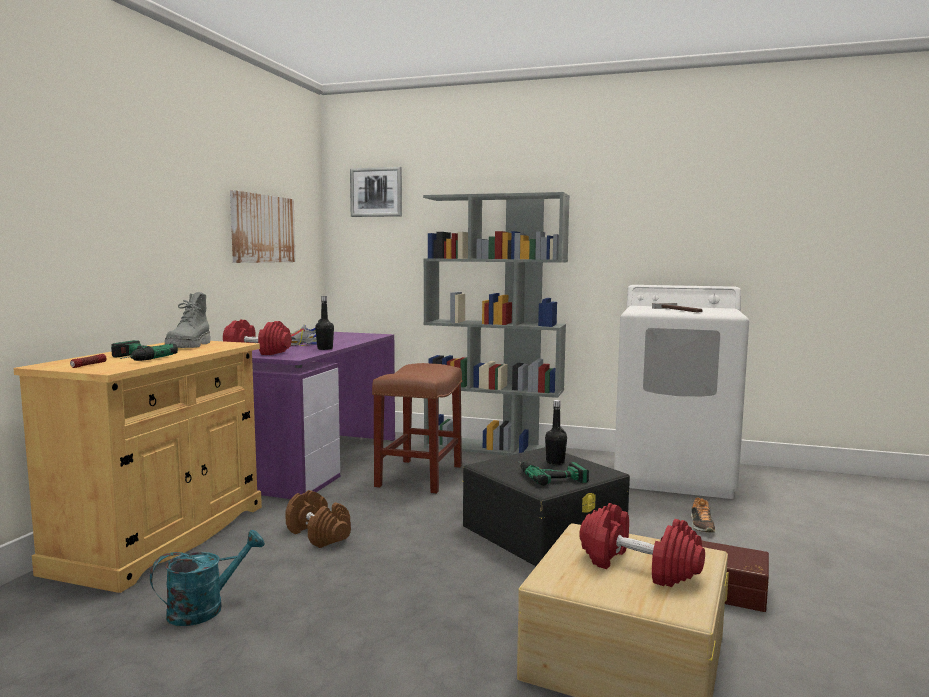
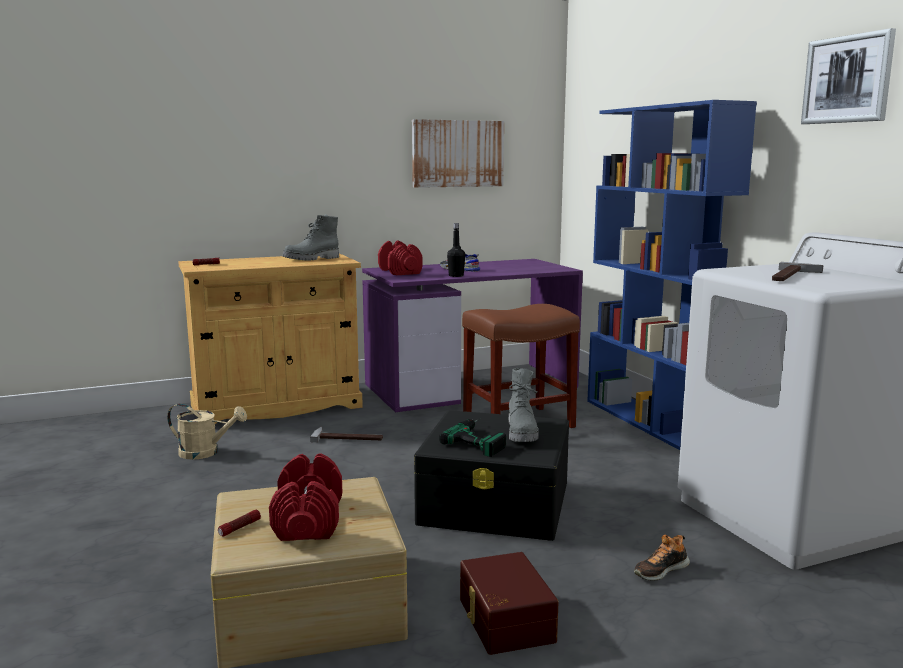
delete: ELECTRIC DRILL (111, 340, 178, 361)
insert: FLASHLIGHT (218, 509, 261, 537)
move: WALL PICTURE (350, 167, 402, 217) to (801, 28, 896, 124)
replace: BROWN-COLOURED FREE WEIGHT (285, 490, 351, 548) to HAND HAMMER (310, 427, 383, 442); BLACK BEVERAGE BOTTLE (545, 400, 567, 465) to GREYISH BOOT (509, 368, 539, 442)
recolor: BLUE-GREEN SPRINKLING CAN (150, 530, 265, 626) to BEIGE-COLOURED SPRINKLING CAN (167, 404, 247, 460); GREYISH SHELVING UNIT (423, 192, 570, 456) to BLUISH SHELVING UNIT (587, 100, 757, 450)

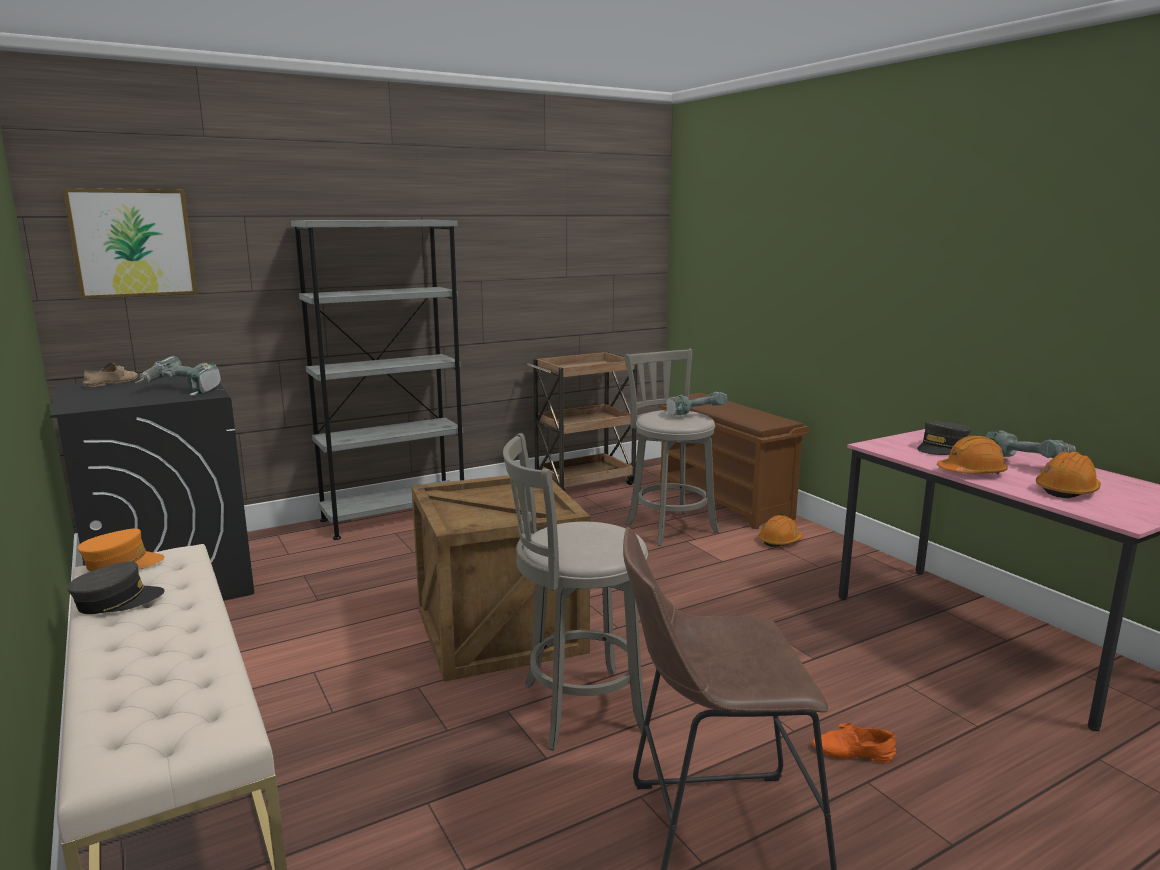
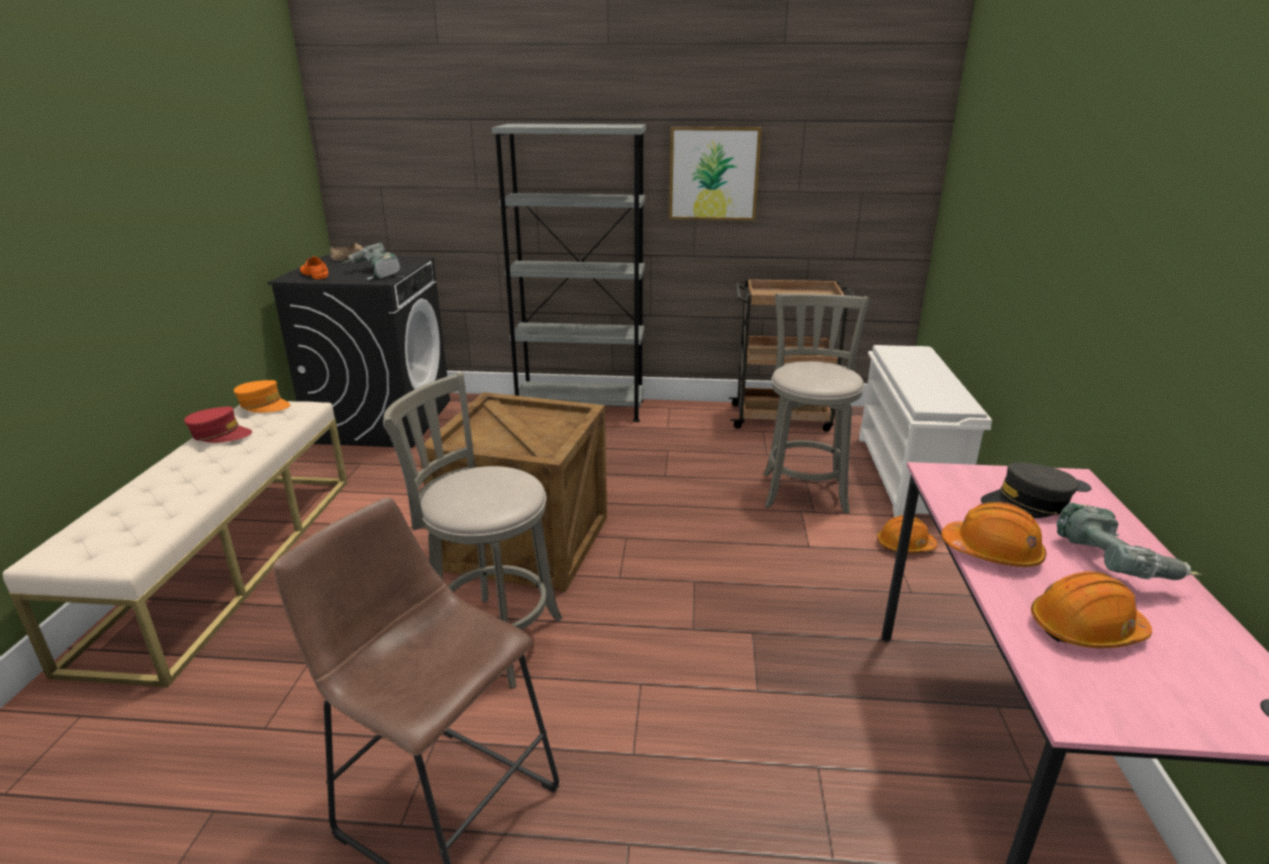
delete: ELECTRIC DRILL (665, 392, 728, 415)
move: WALL PICTURE (63, 188, 197, 299) to (669, 127, 762, 221); ORANGE-COLOURED LOW SHOE (812, 722, 896, 763) to (300, 256, 328, 279)
recolor: GREYISH BASEBALL CAP (67, 561, 165, 614) to REDDISH BASEBALL CAP (184, 407, 252, 443); BROWN-COLOURED SHOE STAND (658, 393, 809, 529) to WHITISH SHOE STAND (859, 345, 992, 517)

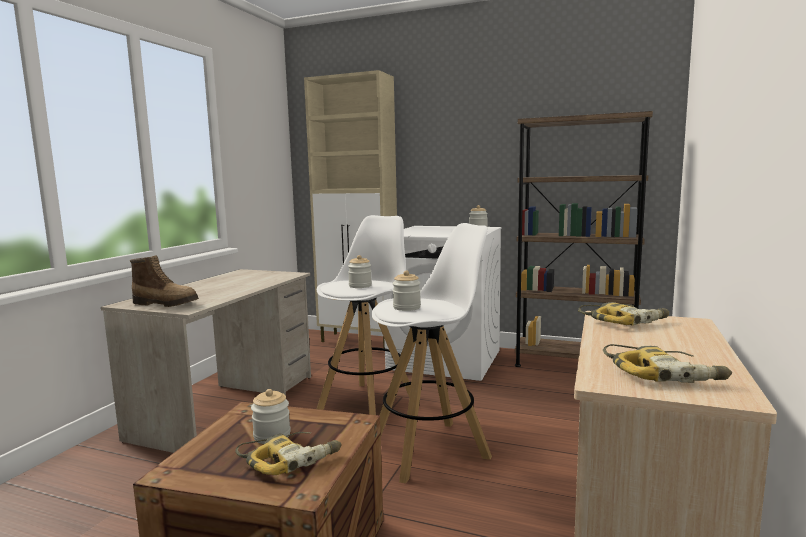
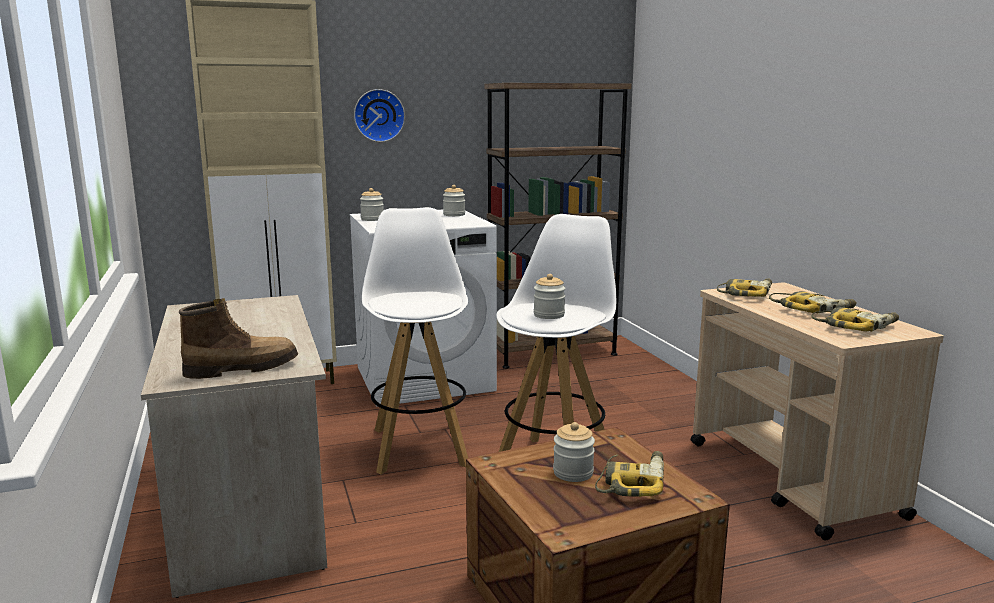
insert: WALL CLOCK (354, 89, 405, 142); ELECTRIC DRILL (769, 291, 856, 313)
move: PRESERVE JAR (348, 255, 372, 288) to (360, 188, 384, 221)

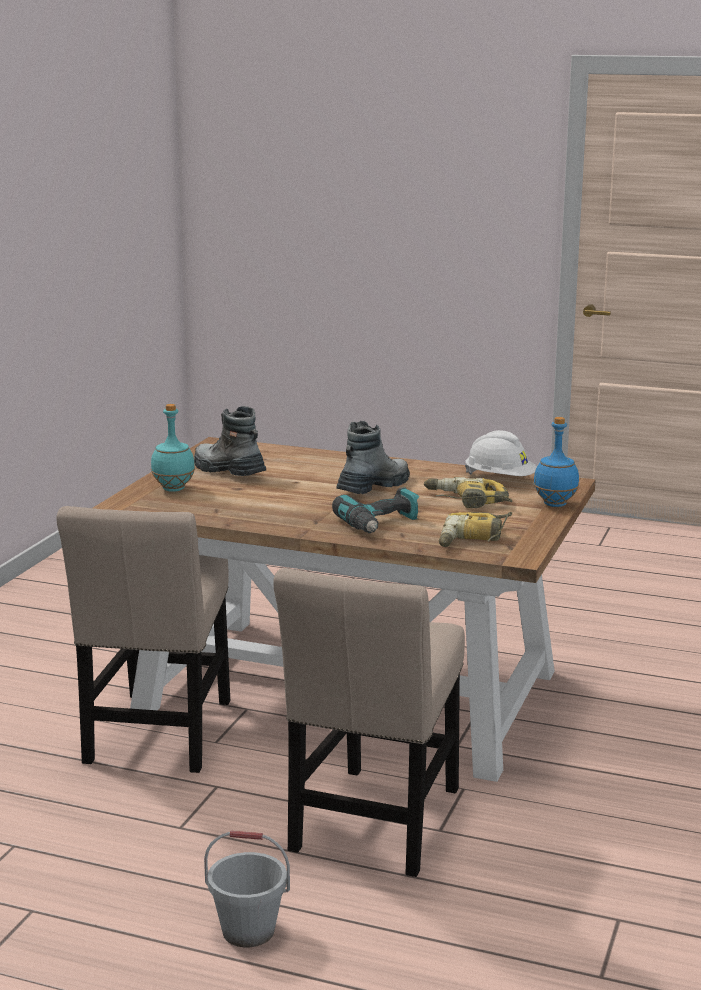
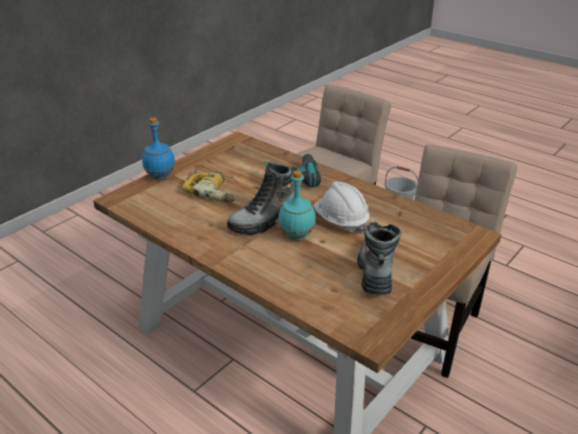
delete: ELECTRIC DRILL (439, 512, 512, 547)
move: BLUE-GREEN BEVERAGE BOTTLE (151, 404, 195, 492) to (278, 170, 316, 241); WHITISH WORK HELMET (465, 430, 537, 476) to (313, 182, 370, 234)
rotate: BOOT (194, 406, 266, 476) = (357, 222, 401, 295) 150 degrees counterclockwise

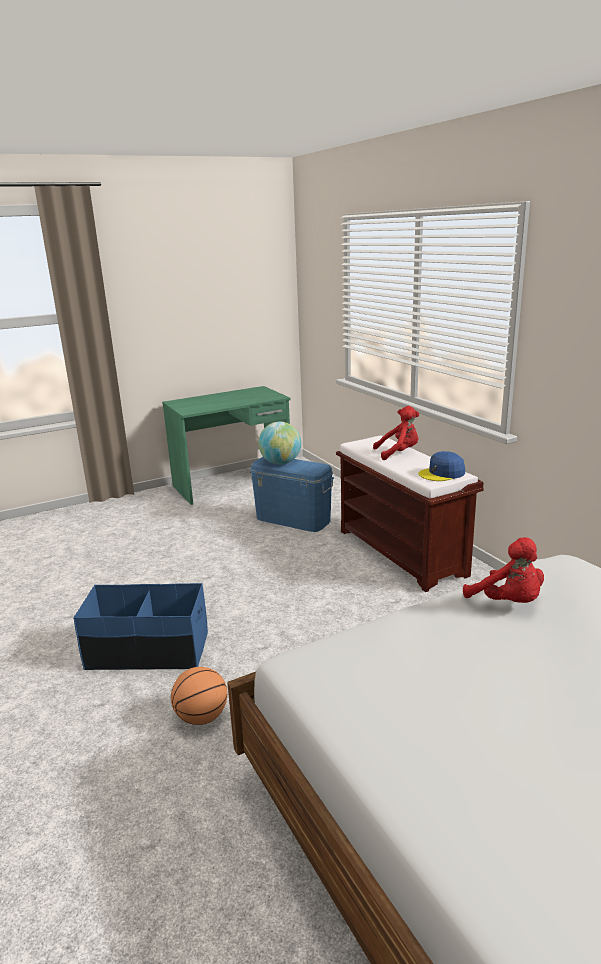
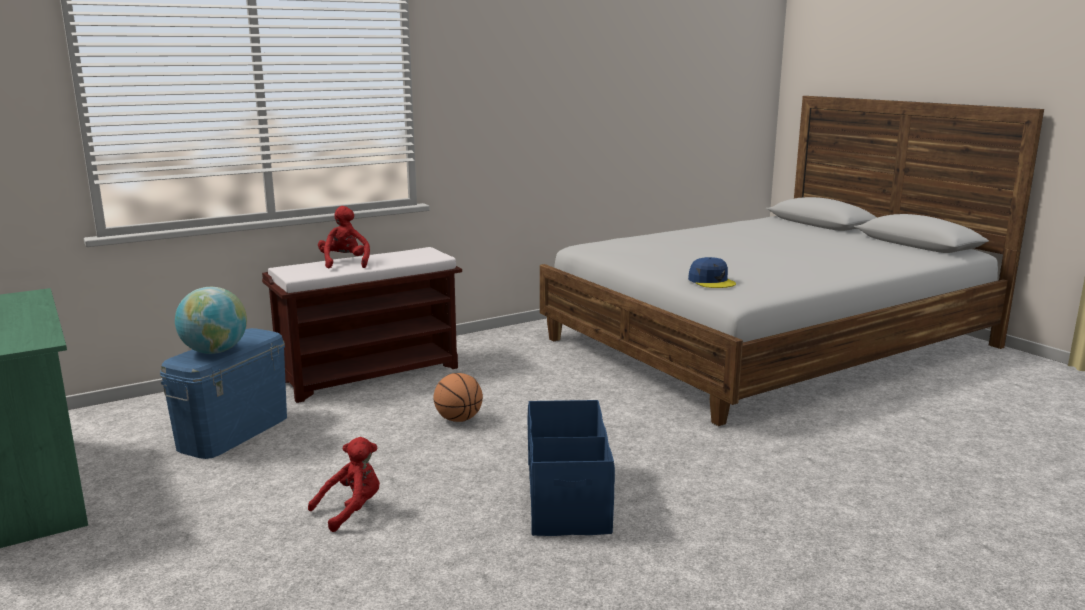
move: BALL FOR BASKETBALL (171, 667, 227, 725) to (433, 373, 483, 422); BLUISH BASEBALL CAP (419, 451, 465, 481) to (688, 257, 736, 288); REDDISH SOFT TOY (463, 537, 544, 603) to (308, 437, 379, 532)

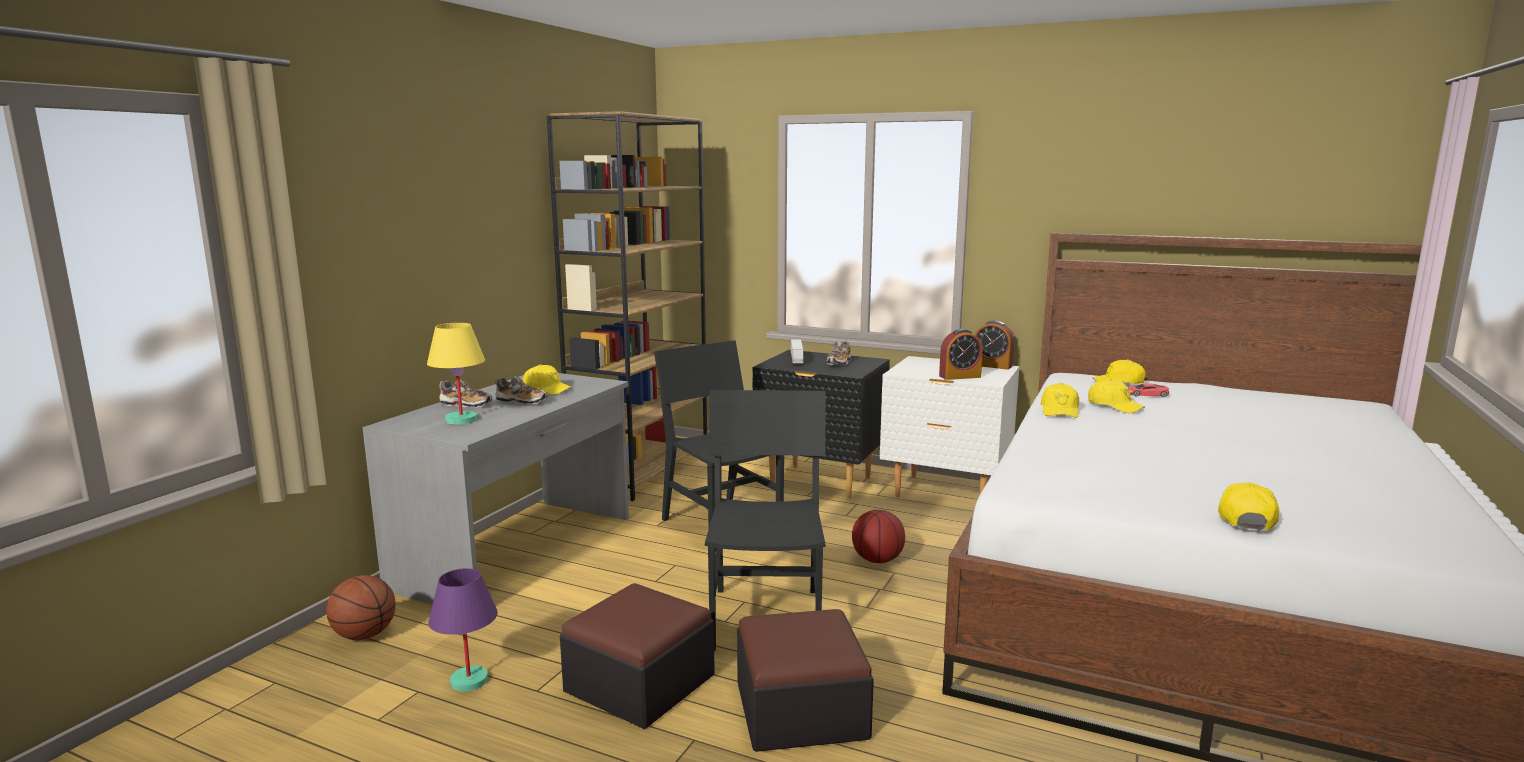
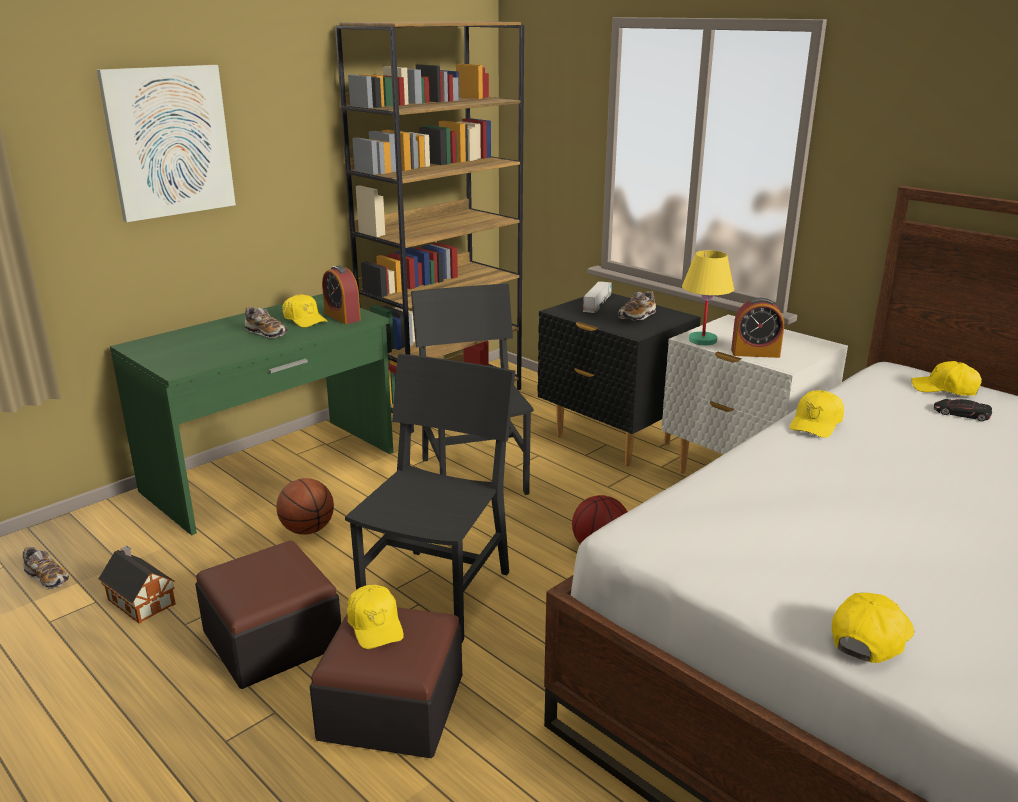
insert: WALL PICTURE (97, 65, 236, 222)
move: BALL FOR BASKETBALL (326, 575, 396, 640) to (276, 478, 334, 535); YELLOW TABLETOP LAMP (427, 323, 485, 425) to (682, 250, 734, 345); LOW SHOE (439, 379, 492, 408) to (23, 547, 69, 589); TABLE CLOCK (975, 320, 1014, 370) to (322, 265, 361, 324); YELLOW BASEBALL CAP (1088, 379, 1145, 413) to (347, 585, 404, 649)
replace: PURPLISH TABLETOP LAMP (429, 568, 498, 692) to TOY HOUSE (98, 546, 176, 624)
recolor: GREYISH DESK UNIT (362, 373, 629, 605) to GREENISH DESK UNIT (110, 294, 393, 535); REDDISH MODEL CAR (1128, 383, 1169, 397) to BLACK MODEL CAR (934, 399, 992, 422)

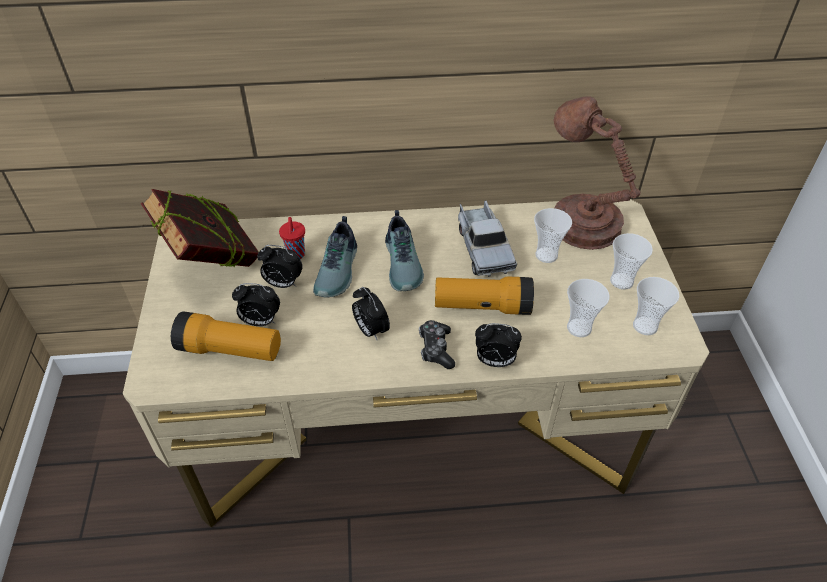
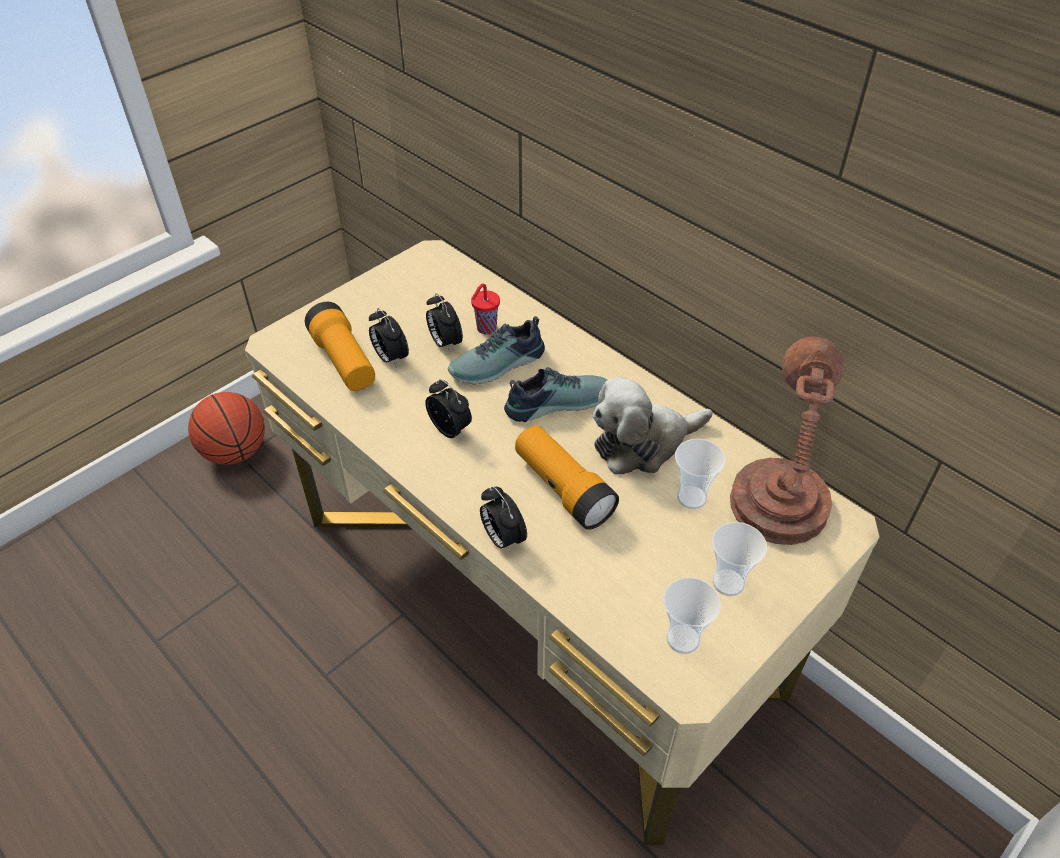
delete: BOOK (141, 189, 259, 268); JOYPAD (419, 320, 455, 369); DRINKING CUP (567, 279, 610, 337)
insert: BALL FOR BASKETBALL (188, 392, 265, 465)
replace: MODEL TRUCK (458, 200, 517, 277) to SOFT TOY (593, 376, 713, 474)
rotate: TABLE CLOCK (352, 287, 390, 340) = (425, 379, 472, 438) 120 degrees clockwise; LOW SHOE (385, 210, 424, 291) = (504, 367, 607, 422) 150 degrees counterclockwise

